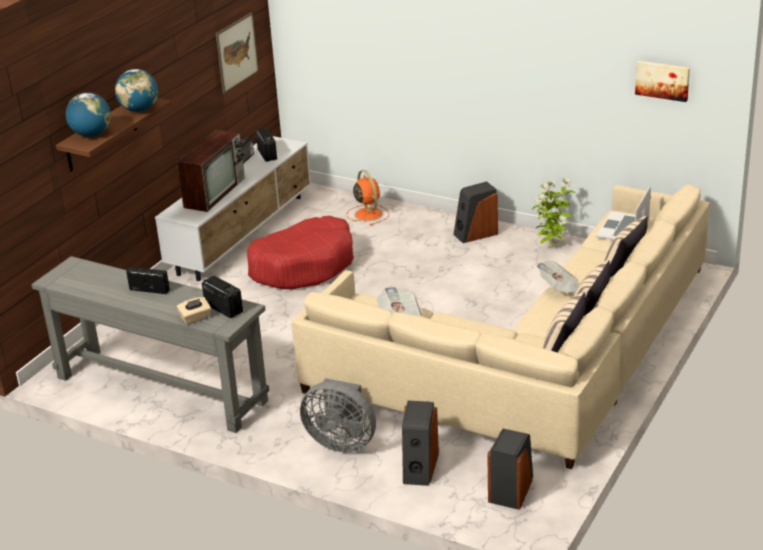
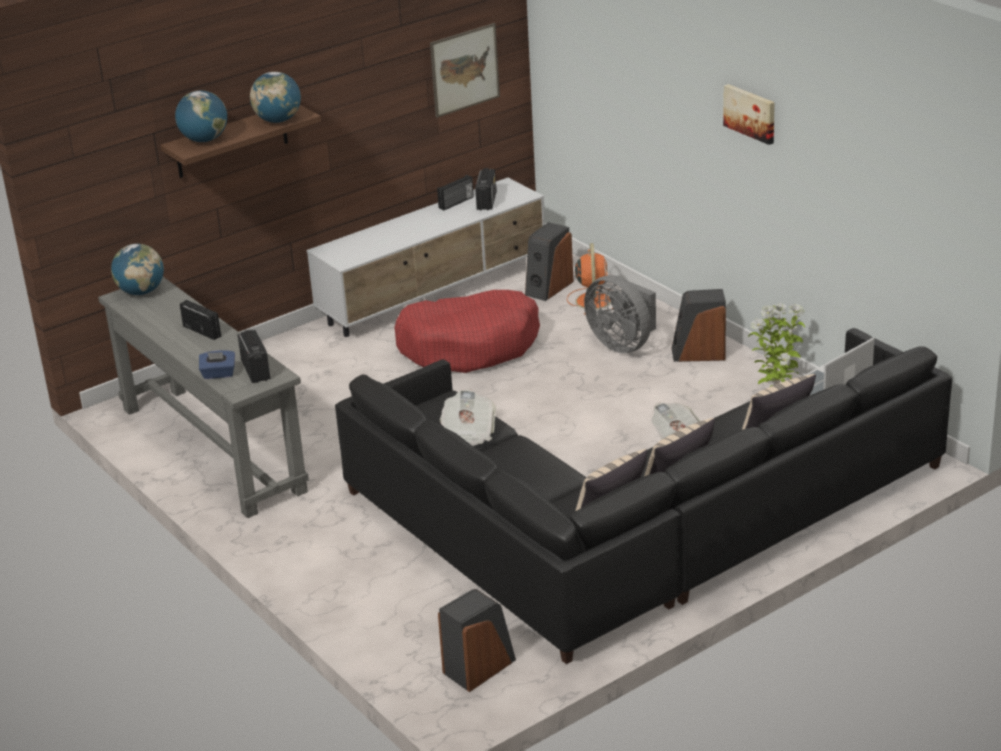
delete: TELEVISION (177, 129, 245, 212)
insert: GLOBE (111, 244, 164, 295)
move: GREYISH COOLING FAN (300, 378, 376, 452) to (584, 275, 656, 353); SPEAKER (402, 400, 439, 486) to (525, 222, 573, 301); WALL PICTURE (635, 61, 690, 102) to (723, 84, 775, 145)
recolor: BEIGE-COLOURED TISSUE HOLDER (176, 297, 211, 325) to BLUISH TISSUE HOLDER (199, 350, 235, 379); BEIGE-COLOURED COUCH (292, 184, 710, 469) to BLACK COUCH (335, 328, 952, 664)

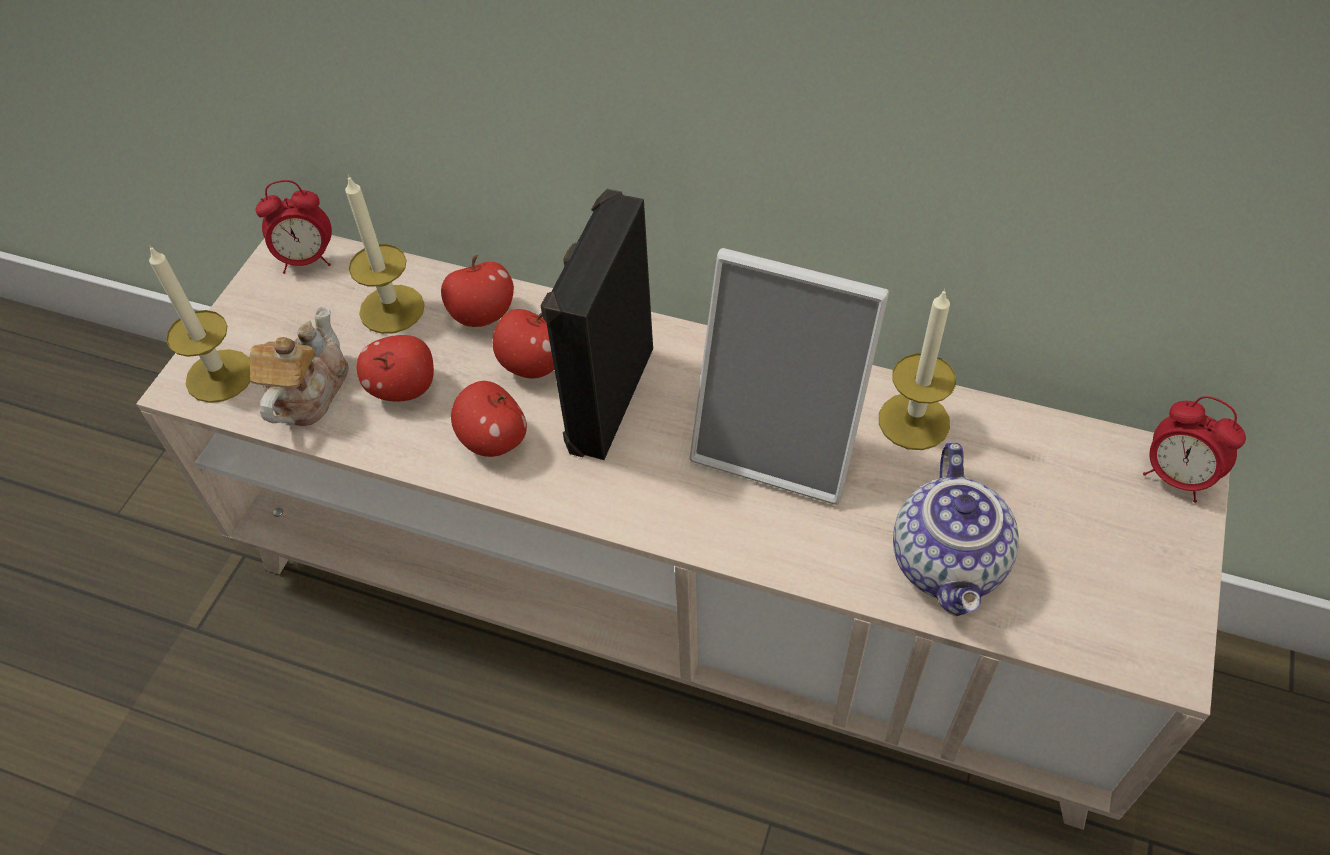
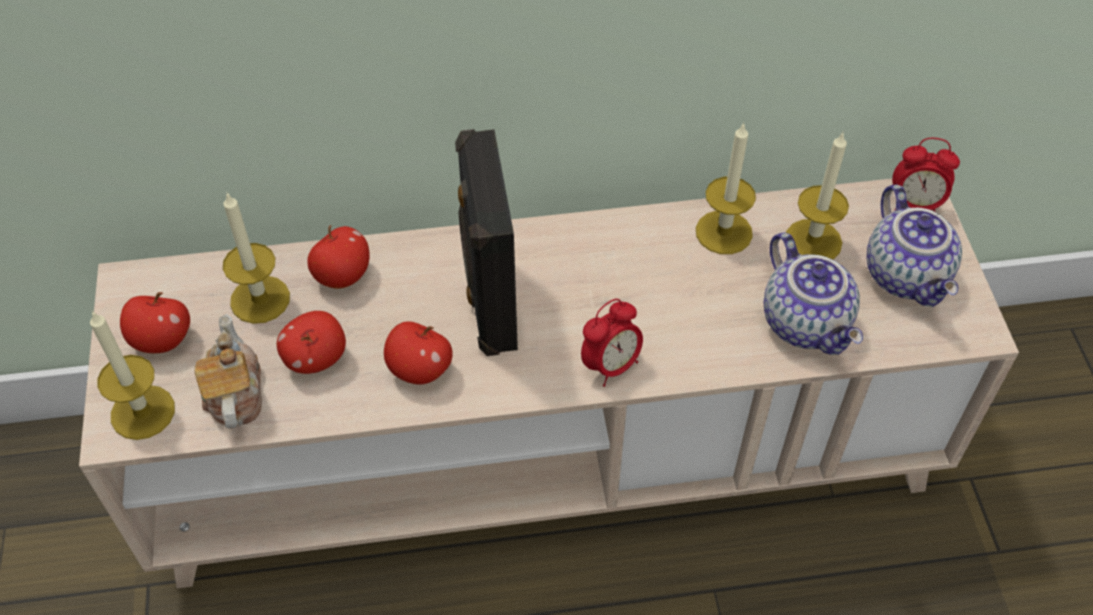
delete: PHOTO FRAME (690, 248, 889, 505)
insert: WAX LIGHT (786, 132, 849, 260); POT FOR TEA (866, 184, 962, 307)
move: TABLE CLOCK (255, 180, 332, 274) to (581, 299, 643, 387); APPLE (493, 309, 554, 378) to (120, 292, 190, 353)

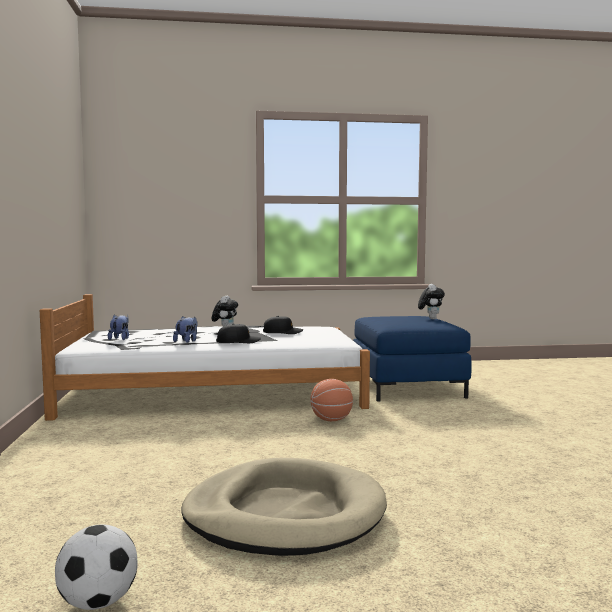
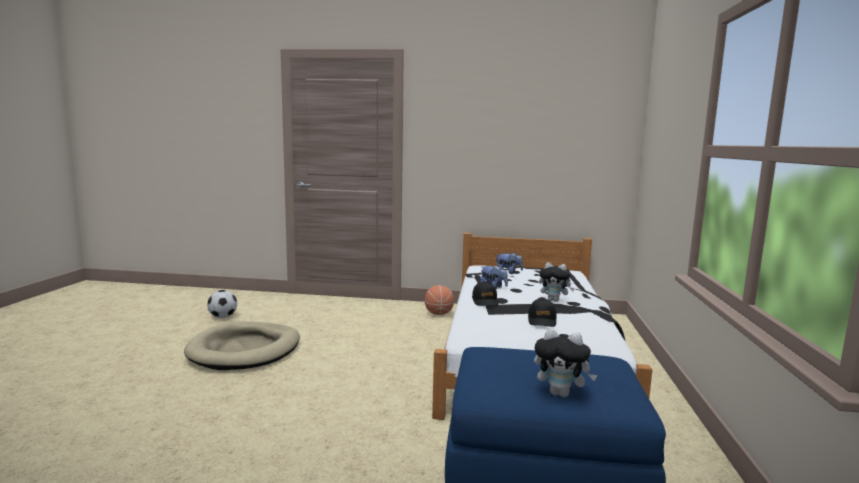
move: BALL FOR BASKETBALL (310, 379, 353, 421) to (425, 285, 454, 315)

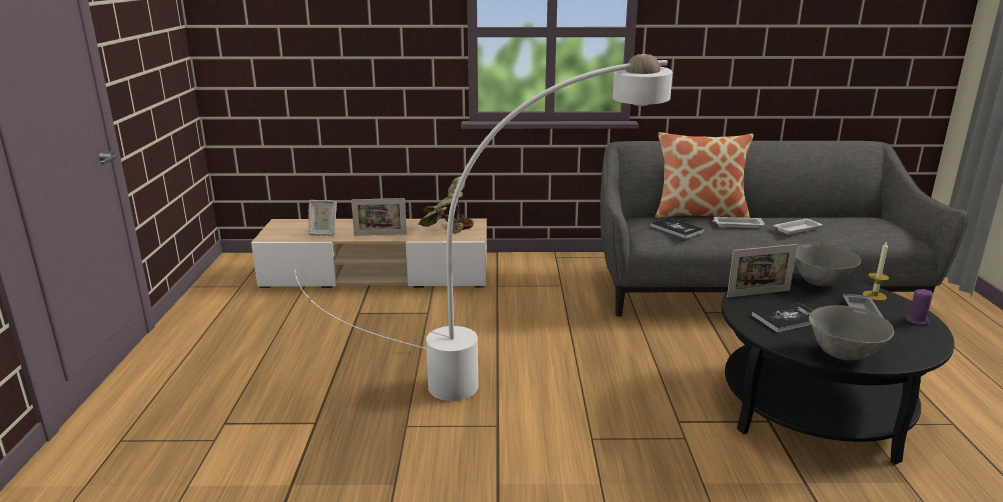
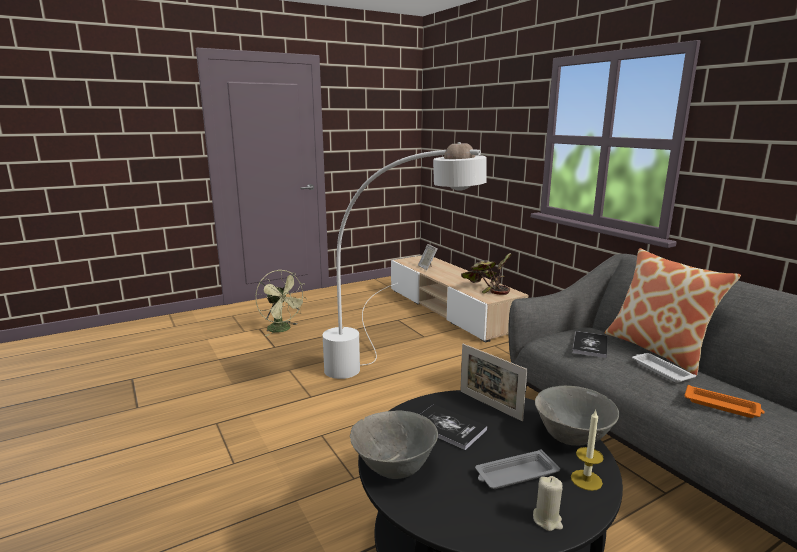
delete: PHOTO FRAME (351, 198, 407, 236)
insert: GREENISH COOLING FAN (256, 270, 304, 336)
recolor: WHITISH SERVING TRAY (773, 219, 822, 234) to ORANGE-COLOURED SERVING TRAY (684, 385, 765, 418); PURPLISH WAX LIGHT (905, 289, 933, 325) to BEIGE-COLOURED WAX LIGHT (533, 476, 563, 531)

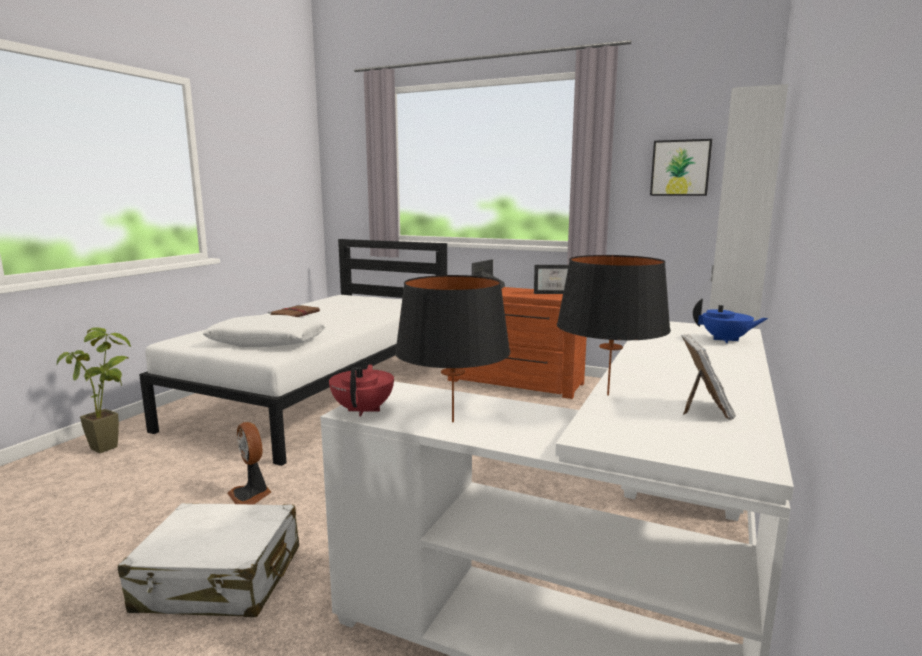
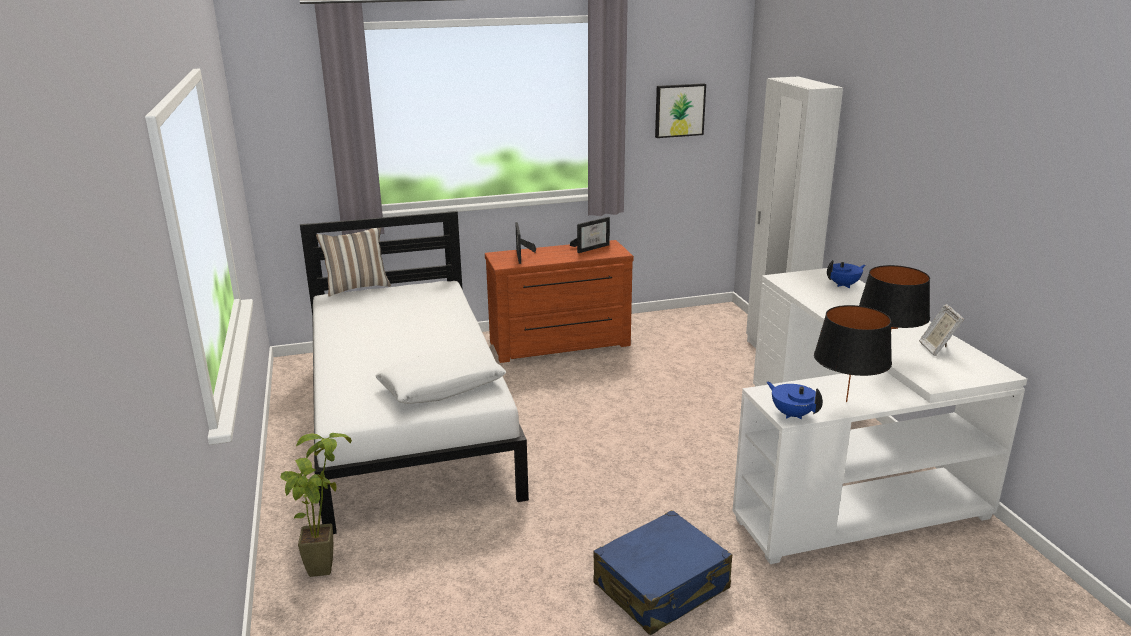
delete: COOLING FAN (227, 422, 272, 504); BROWN-COLOURED BOOK (268, 305, 320, 317)
insert: THROW PILLOW (316, 228, 391, 296)
recolor: WHITISH SUITCASE (118, 503, 299, 617) to BLUISH SUITCASE (593, 510, 732, 635); REDDISH POT FOR TEA (329, 364, 394, 417) to BLUISH POT FOR TEA (767, 381, 823, 419)
rotate: PHOTO FRAME (681, 334, 736, 421) = (919, 304, 964, 356) 150 degrees counterclockwise

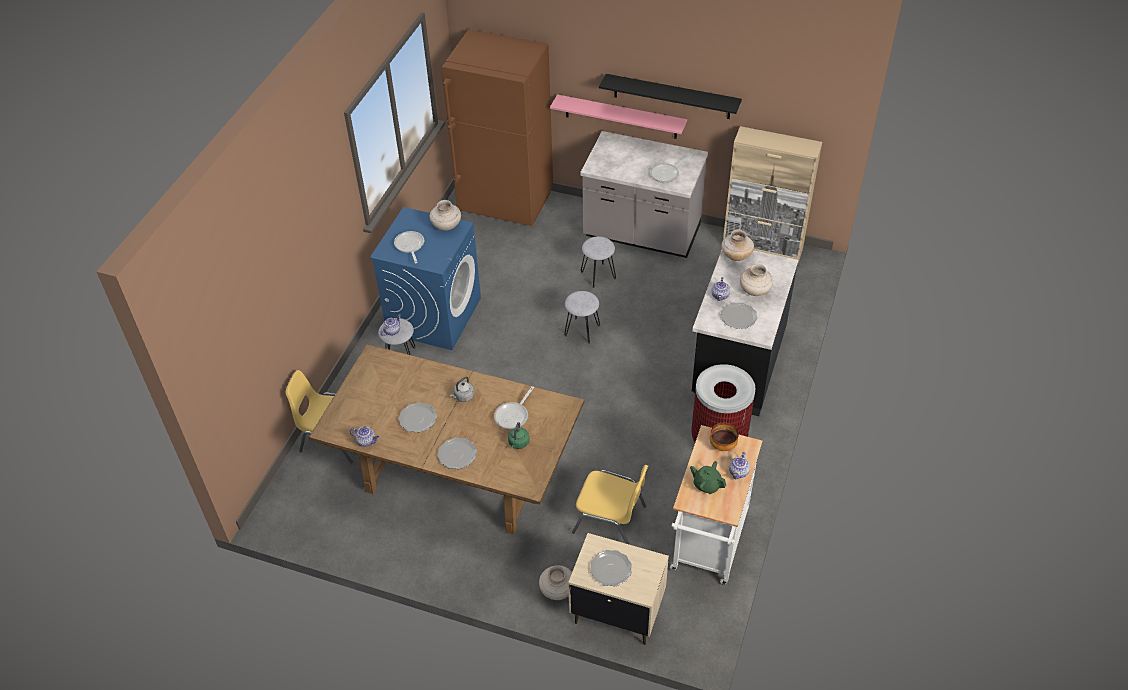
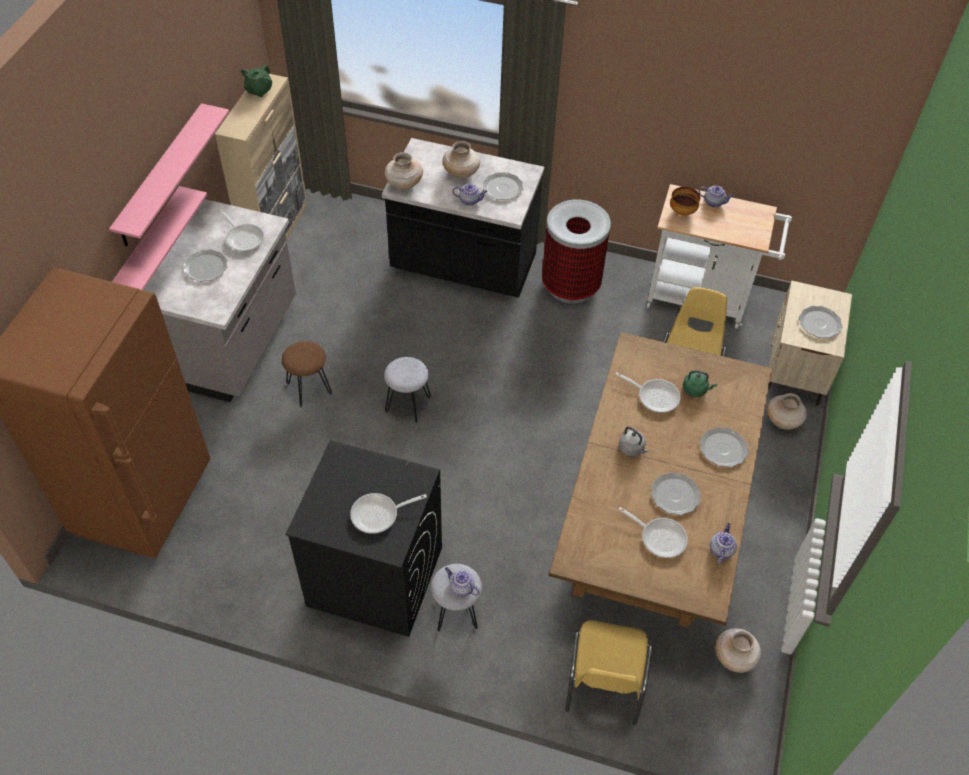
insert: PLATE (183, 249, 228, 282); PAN (618, 507, 688, 558)
move: BEIGE-COLOURED VASE (430, 200, 461, 231) to (715, 628, 761, 673); GREENISH POT FOR TEA (690, 461, 726, 494) to (241, 64, 272, 97)
recolor: BLUISH LAUNDRY MACHINE (370, 207, 481, 350) to BLACK LAUNDRY MACHINE (285, 440, 442, 637); GREYISH STOOL (581, 236, 616, 288) to BROWN-COLOURED STOOL (282, 341, 332, 407); BLACK SHELF (599, 74, 742, 119) to PINK SHELF (109, 103, 229, 247)

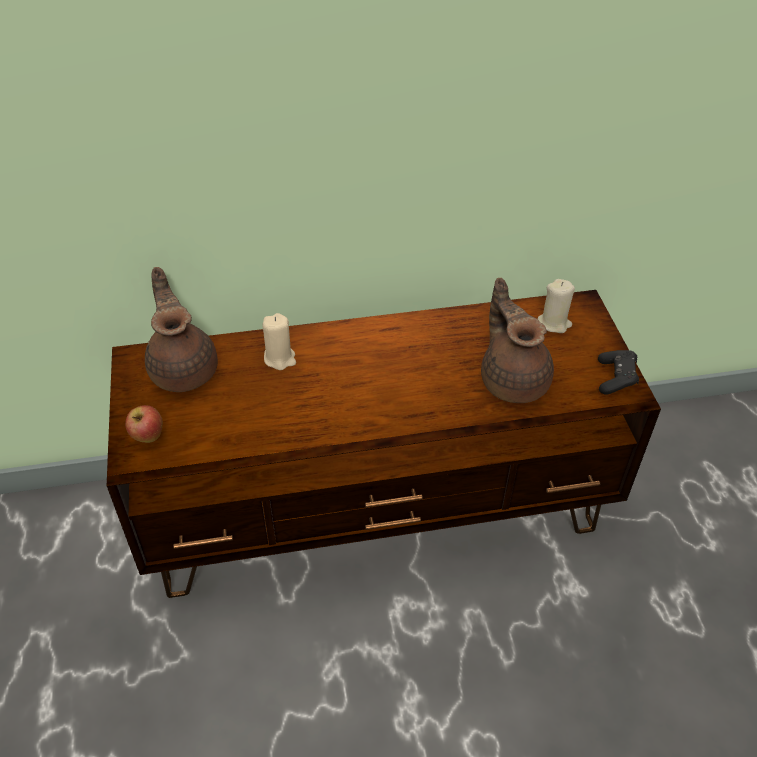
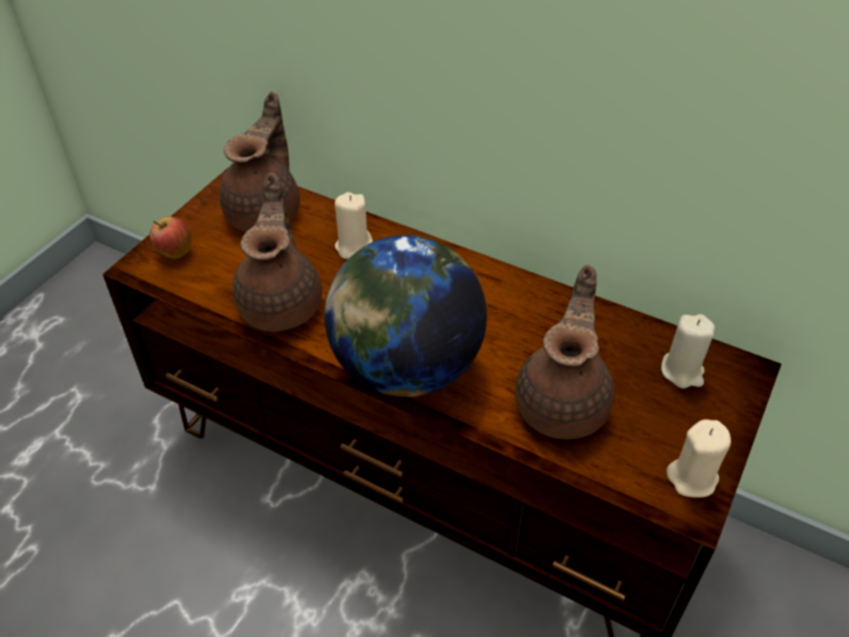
insert: BROWN-COLOURED POT FOR TEA (233, 173, 322, 332); GLOBE (324, 235, 487, 397)
replace: BLACK JOYPAD (598, 350, 639, 395) to BEIGE-COLOURED WAX LIGHT (666, 419, 731, 498)

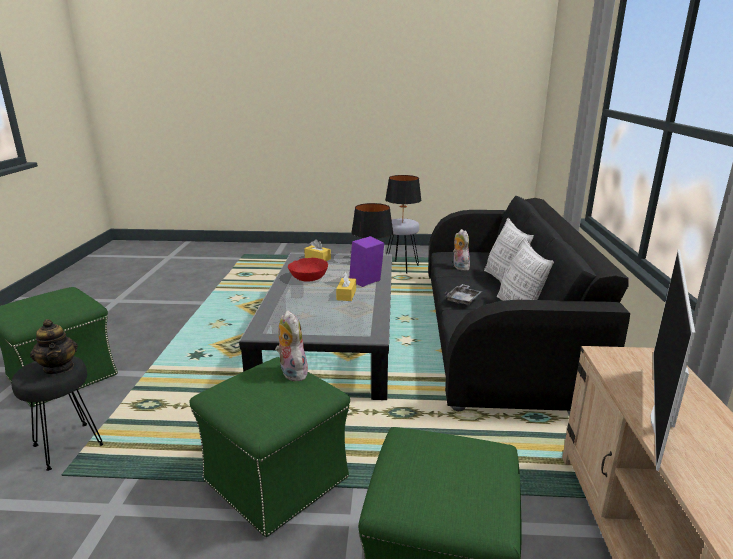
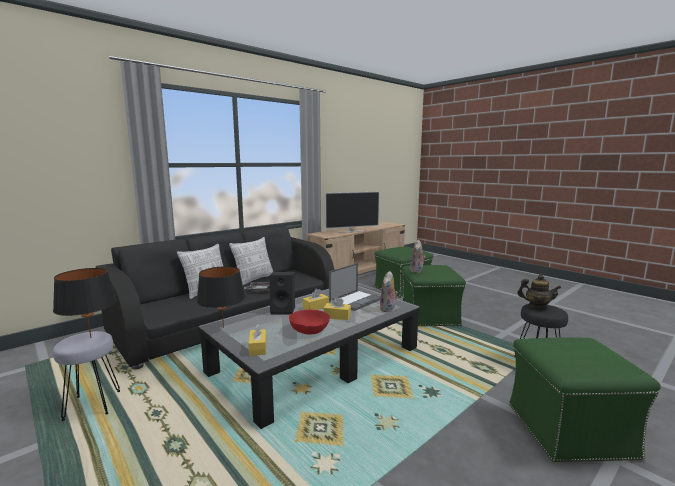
insert: YELLOW TISSUE HOLDER (324, 297, 351, 320); LAPTOP (329, 263, 381, 311)
move: SOFT TOY (453, 229, 470, 271) to (380, 271, 398, 312)
recolor: PURPLISH SPEAKER (349, 236, 384, 287) to BLACK SPEAKER (270, 272, 295, 315)
rotate: POT FOR TEA (30, 319, 78, 374) = (517, 275, 561, 310) 105 degrees clockwise

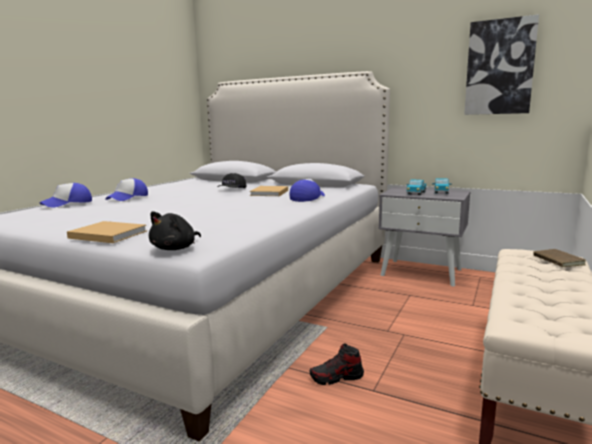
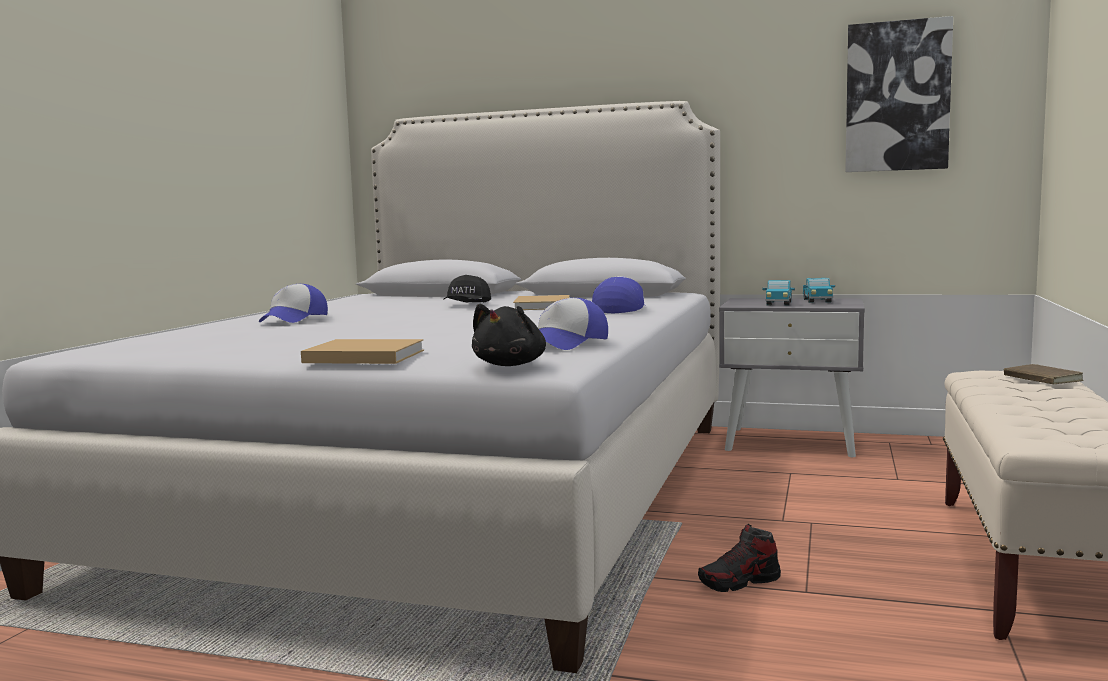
move: BASEBALL CAP (40, 183, 92, 207) to (538, 298, 608, 350)

